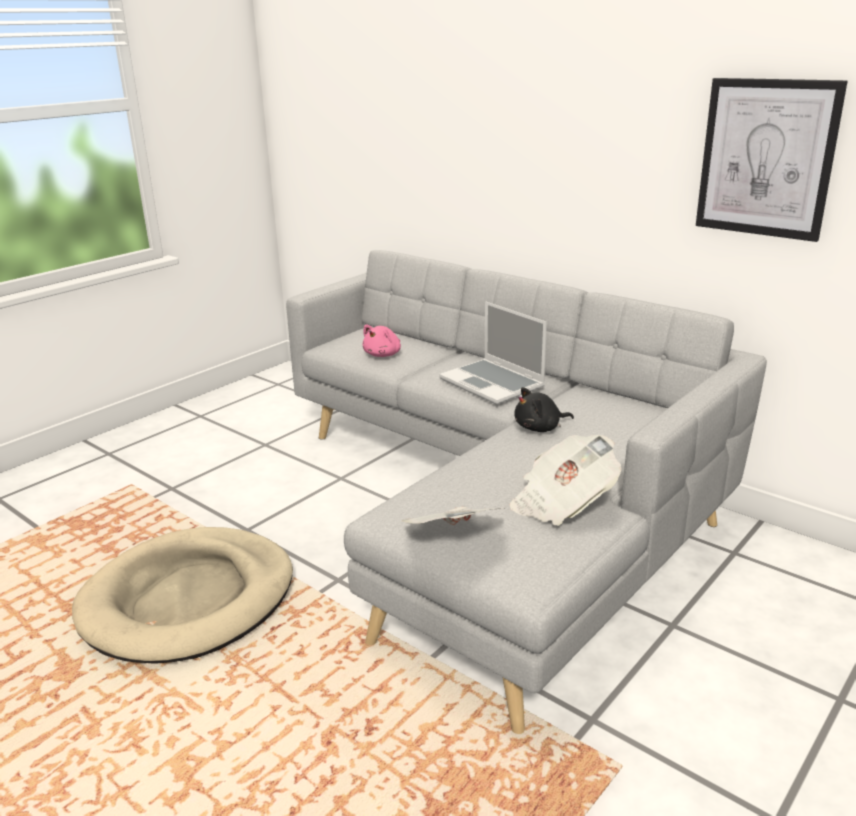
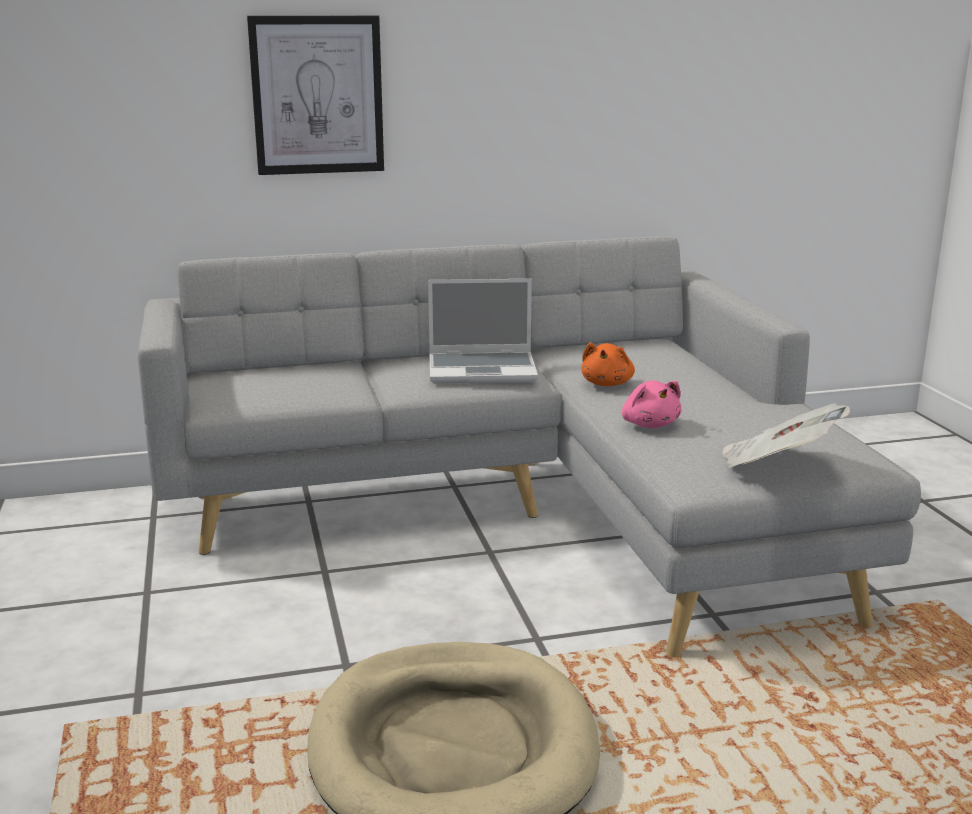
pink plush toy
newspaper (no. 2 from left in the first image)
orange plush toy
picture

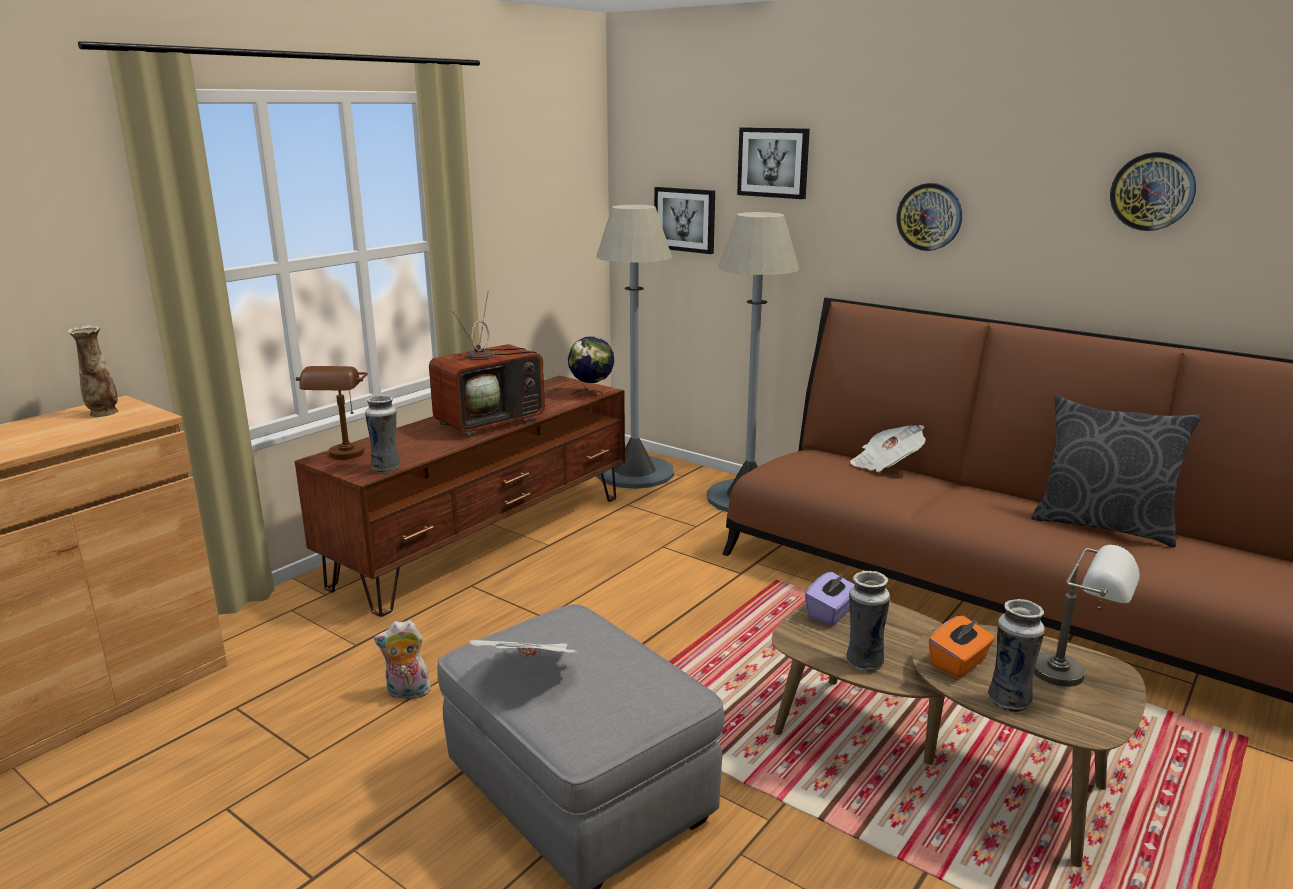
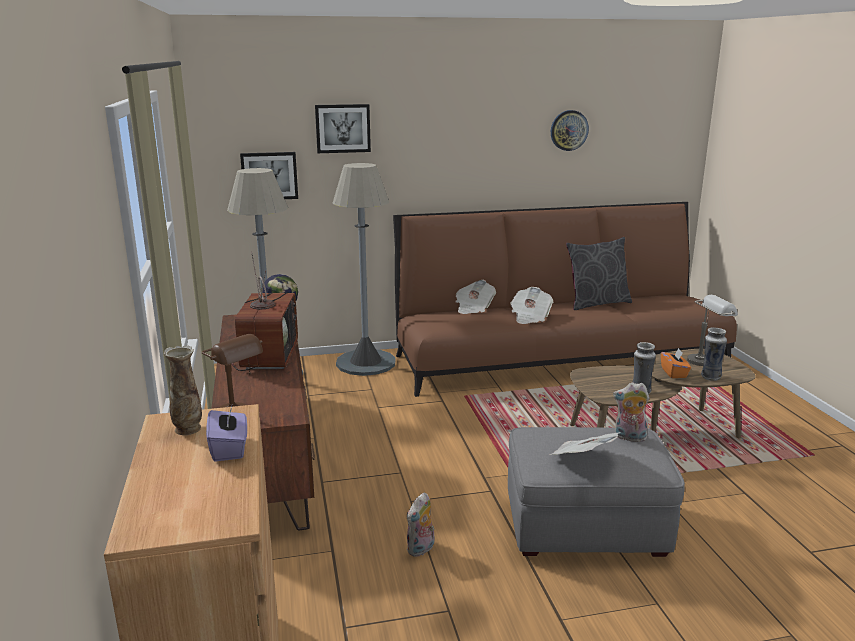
vase (no. 2 from left in the first image)
purple tissue box
wall clock (no. 1 from left in the first image)
newspaper (no. 2 from left)
plush toy (no. 2 from left)

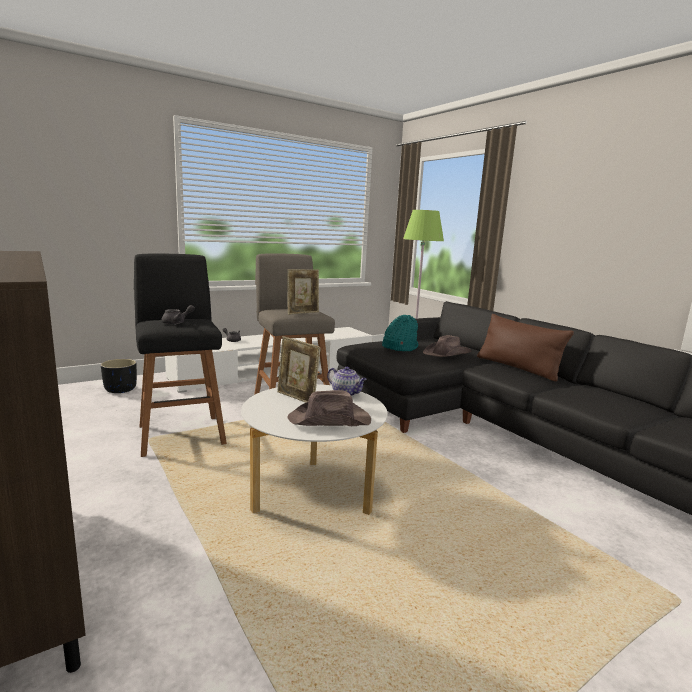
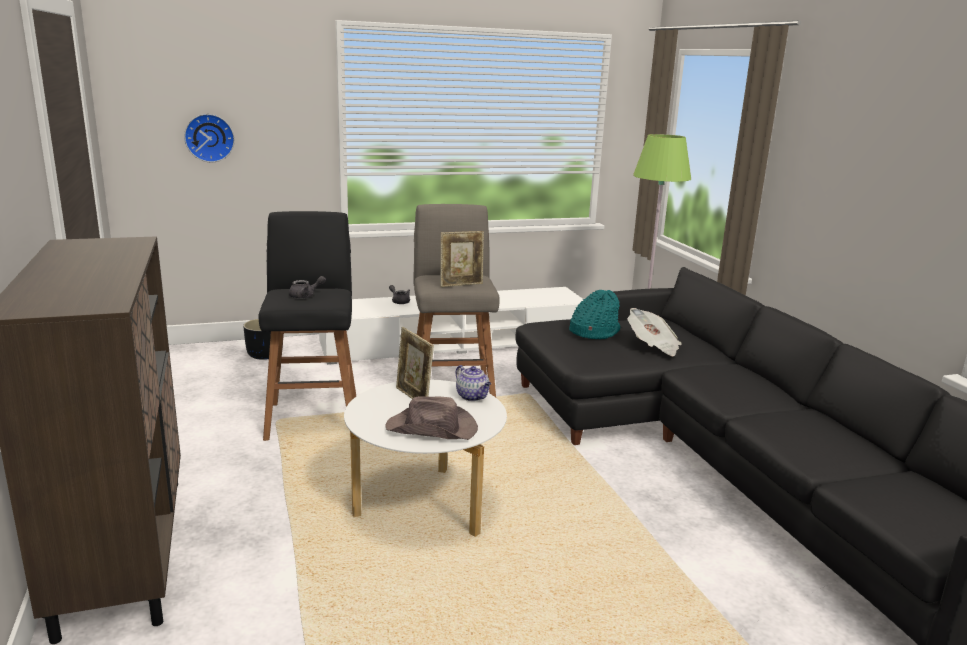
newspaper
brown pillow
wall clock

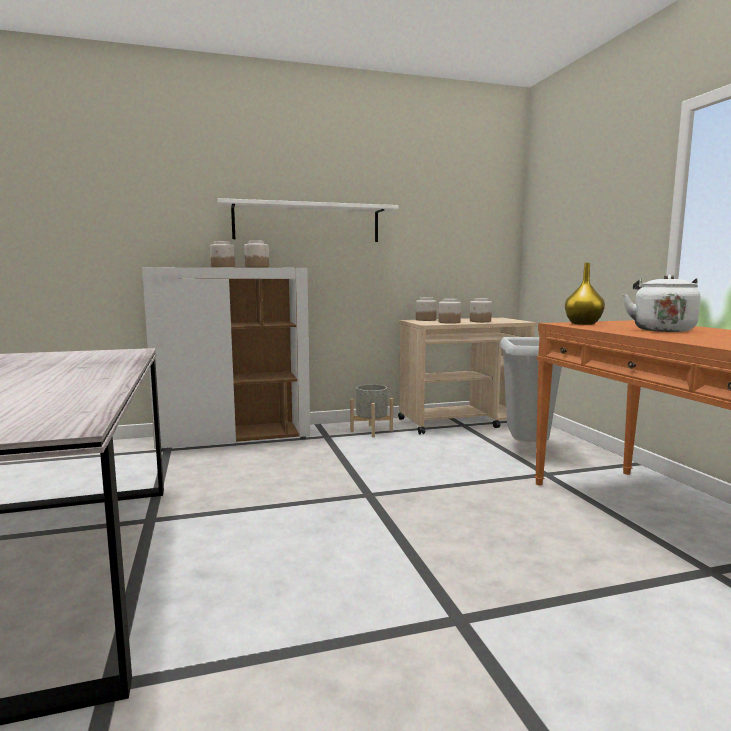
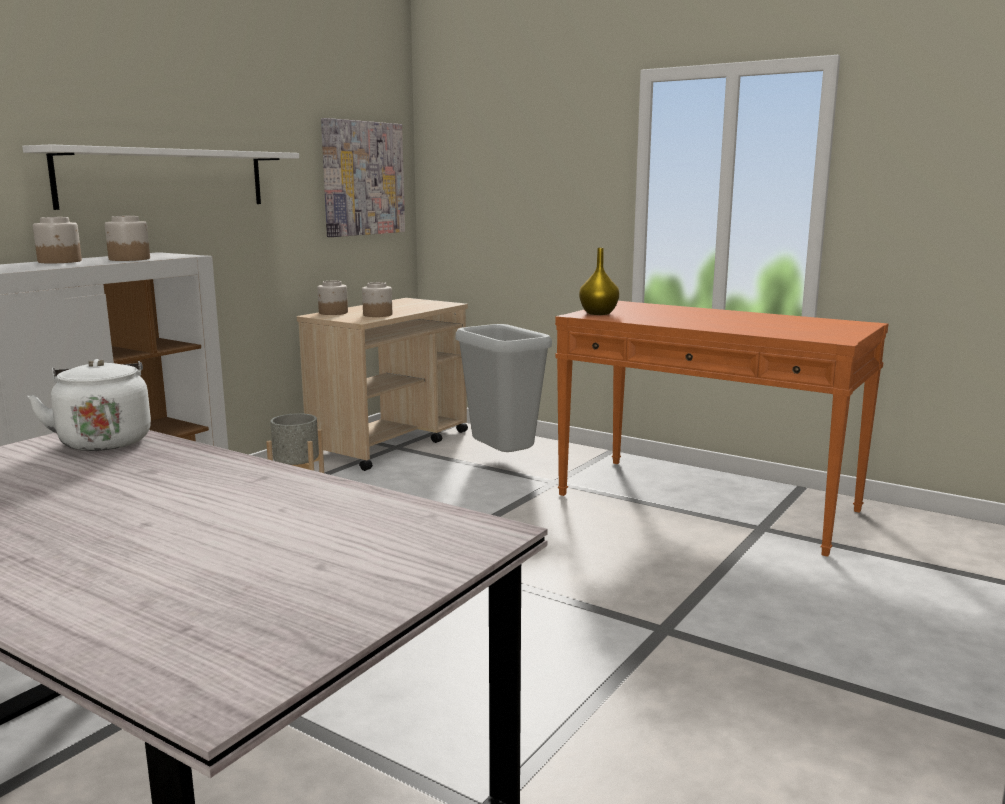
jar (no. 5 from left in the first image)
white kettle
picture

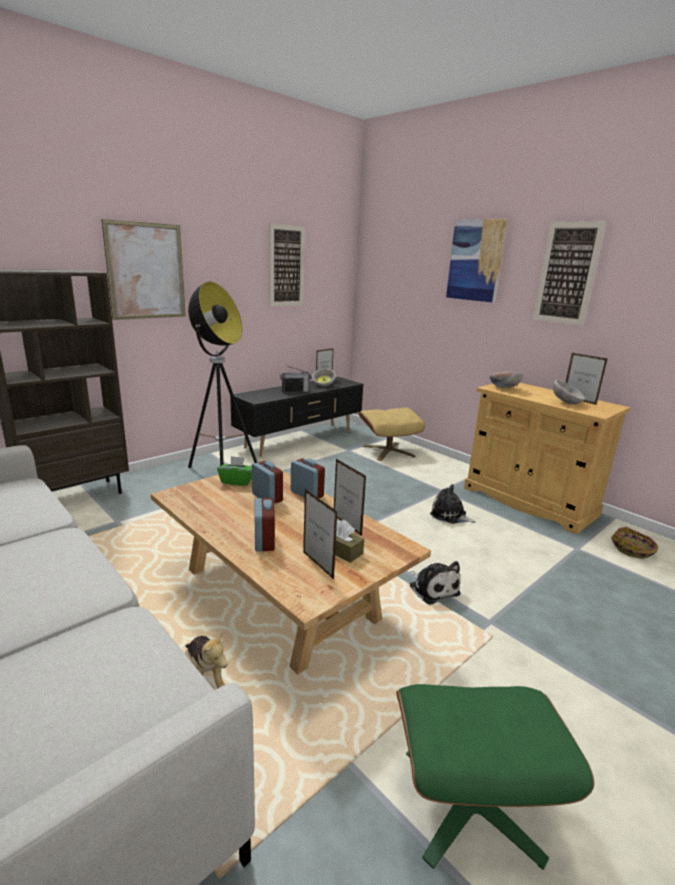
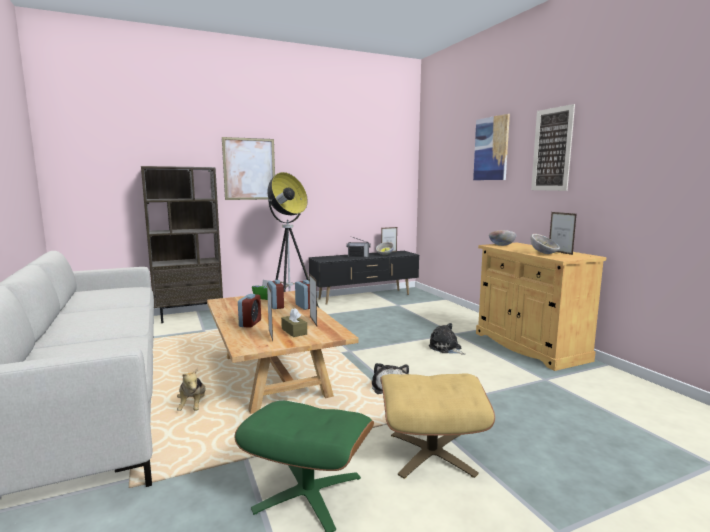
picture (no. 2 from left in the first image)
beige ottoman
basket

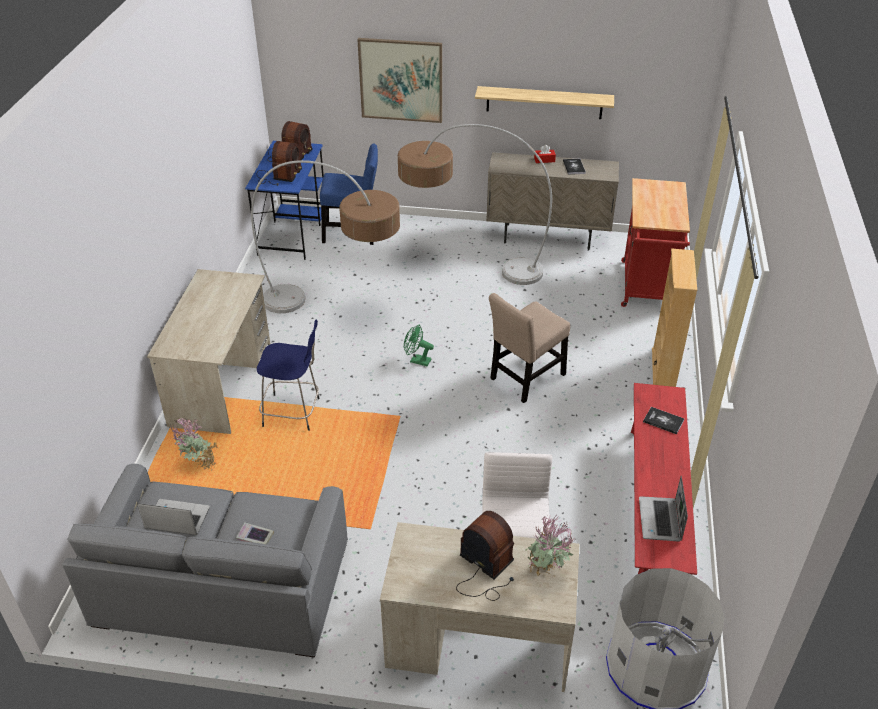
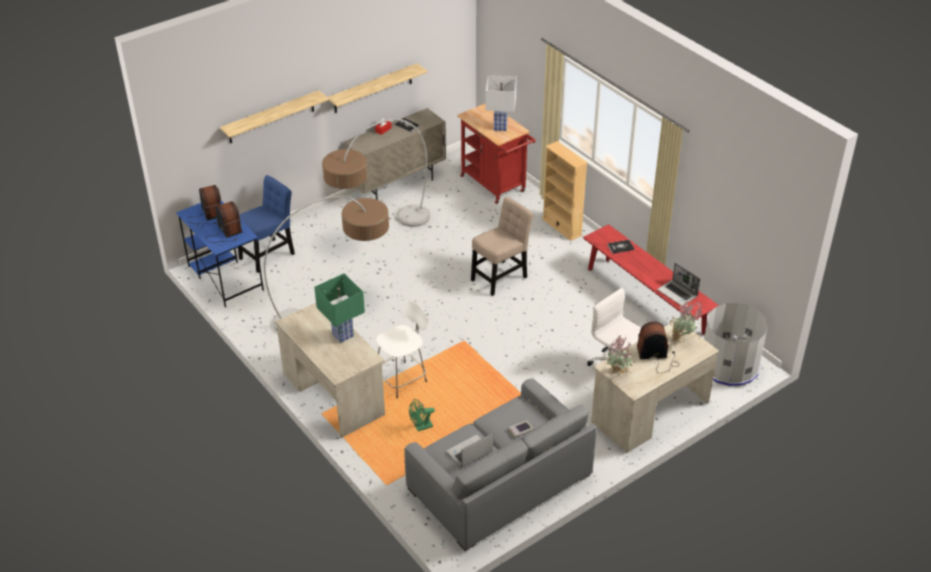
potted plant (no. 1 from left)
white stool
shelf (no. 1 from left)
green fan
beige chair
green table lamp
white table lamp

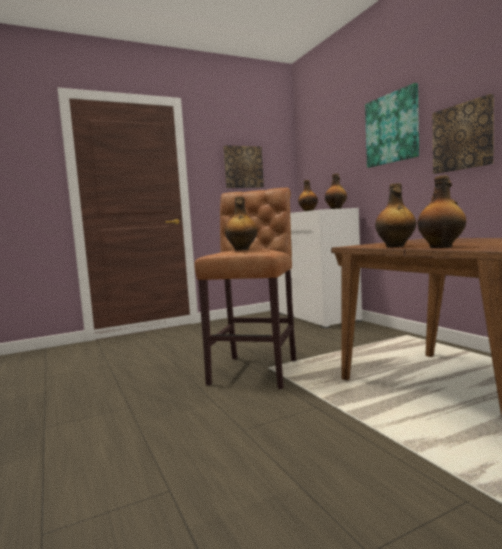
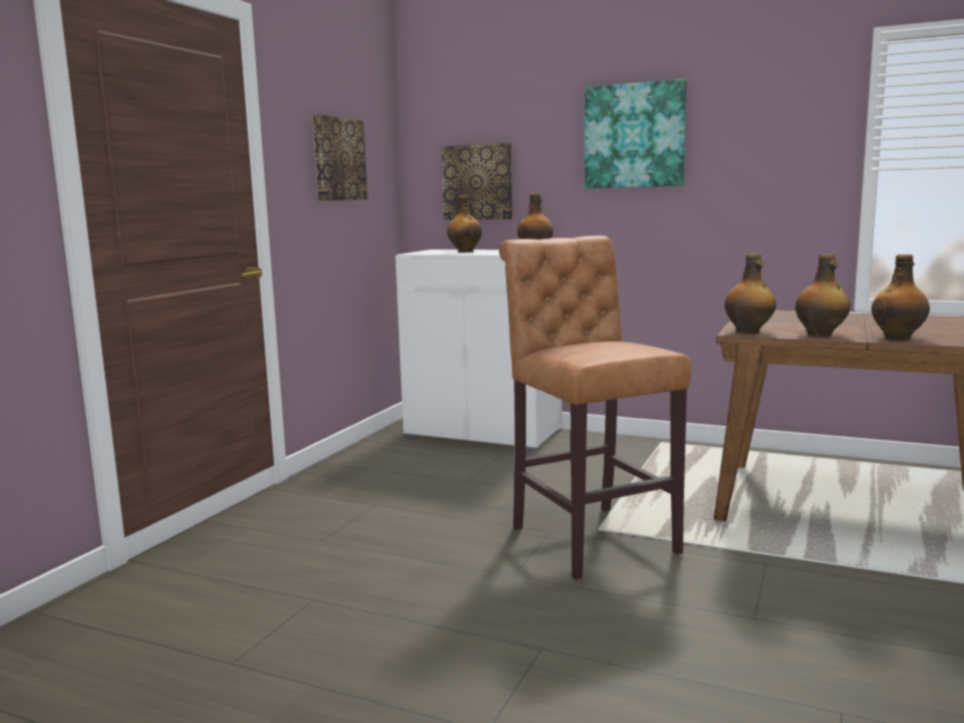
bottle (no. 3 from left)
picture (no. 2 from left)

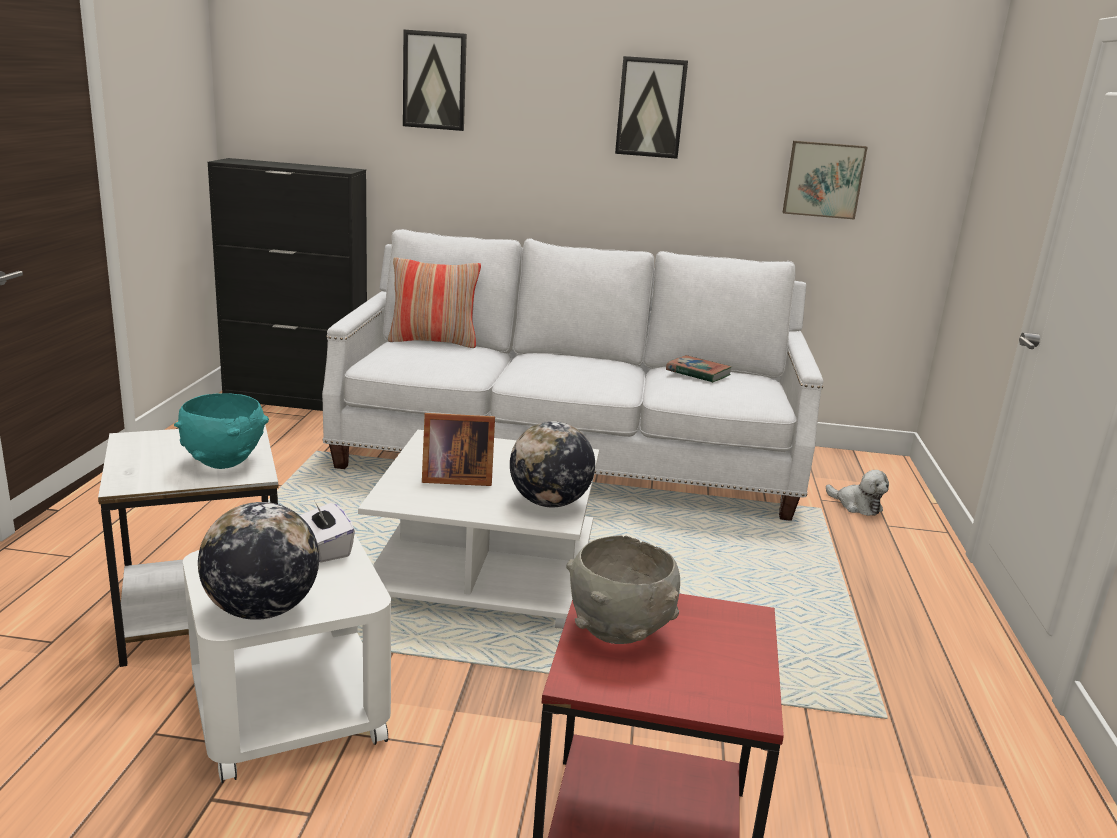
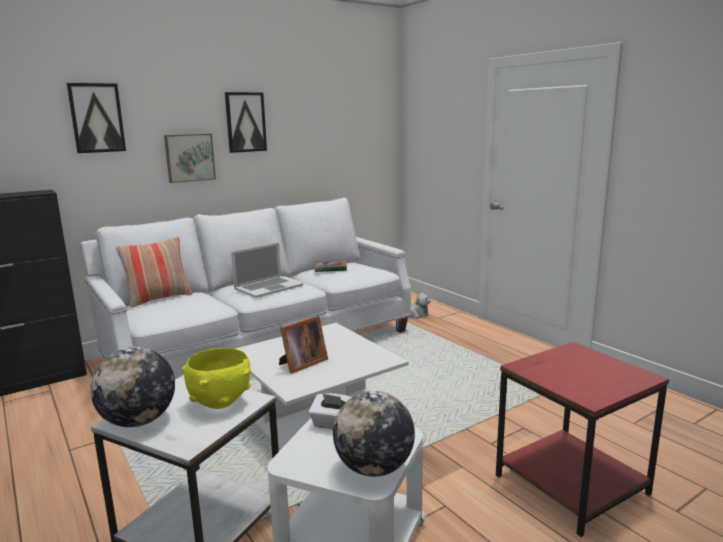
yellow bowl
globe (no. 1 from left)
grey bowl
picture (no. 2 from left)
laptop

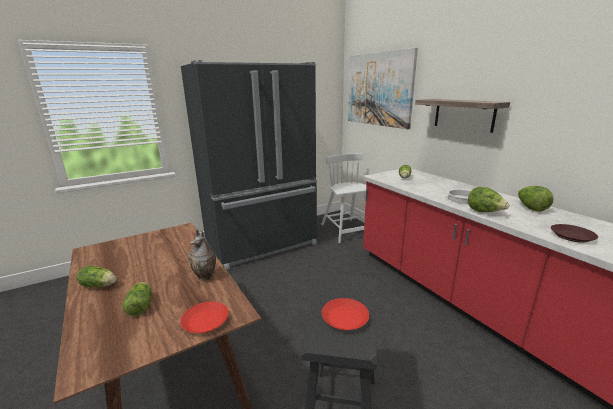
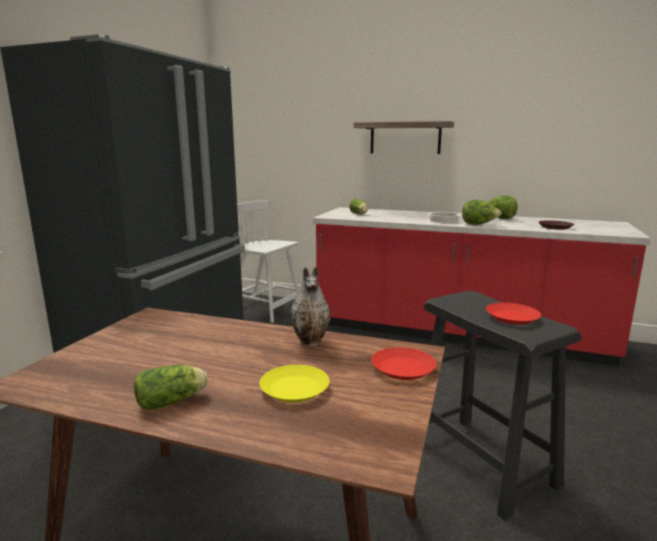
yellow plate
picture

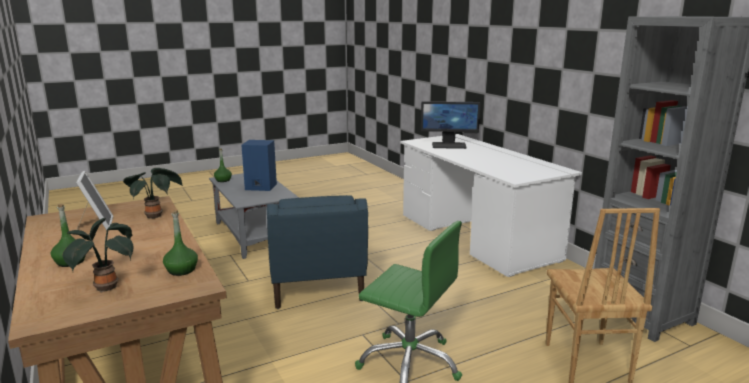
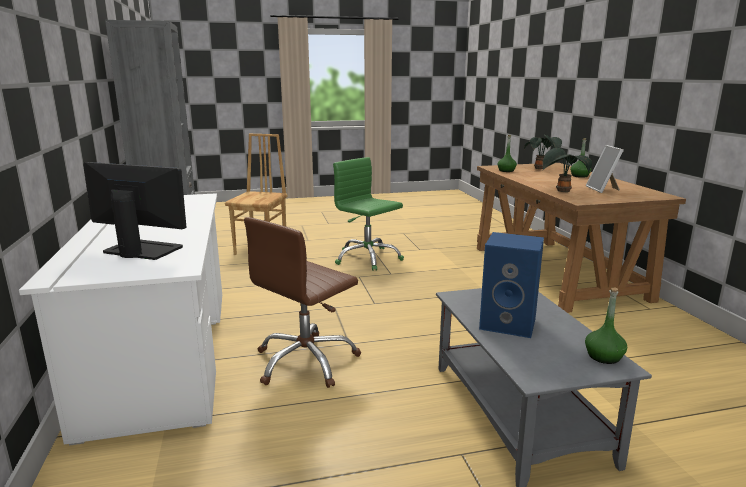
blue armchair
brown office chair

